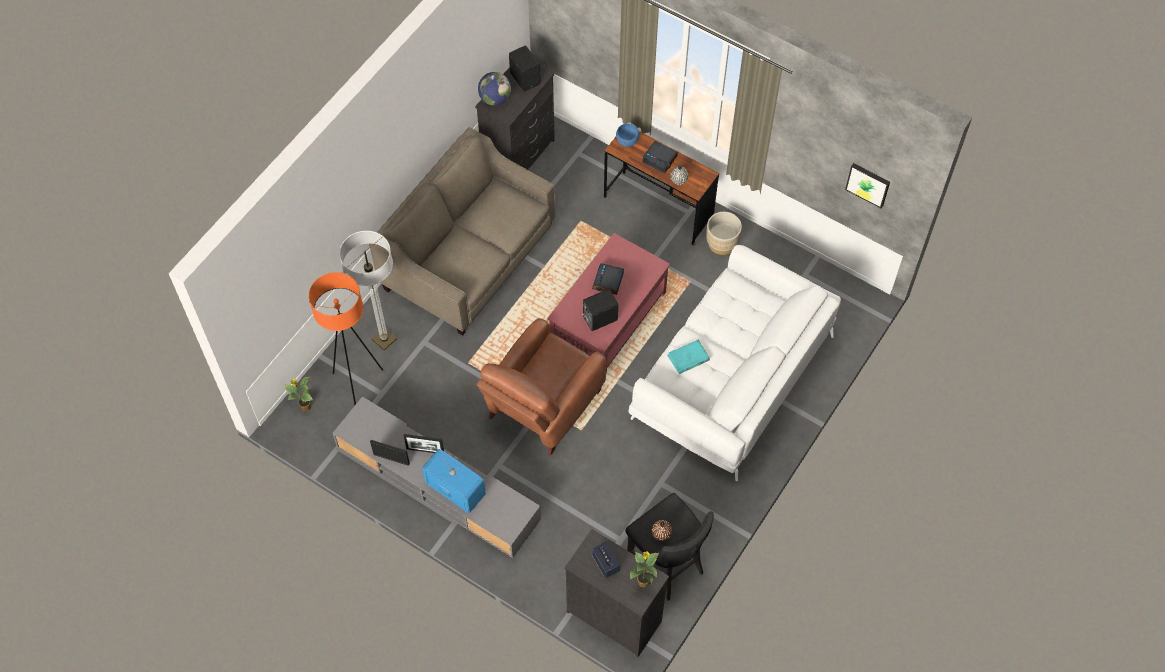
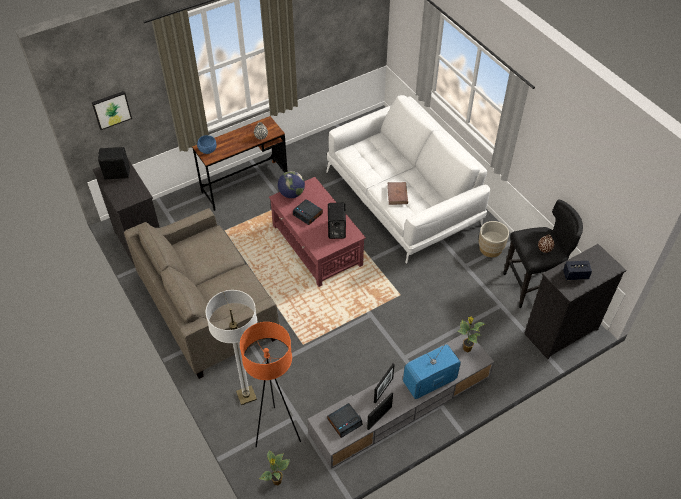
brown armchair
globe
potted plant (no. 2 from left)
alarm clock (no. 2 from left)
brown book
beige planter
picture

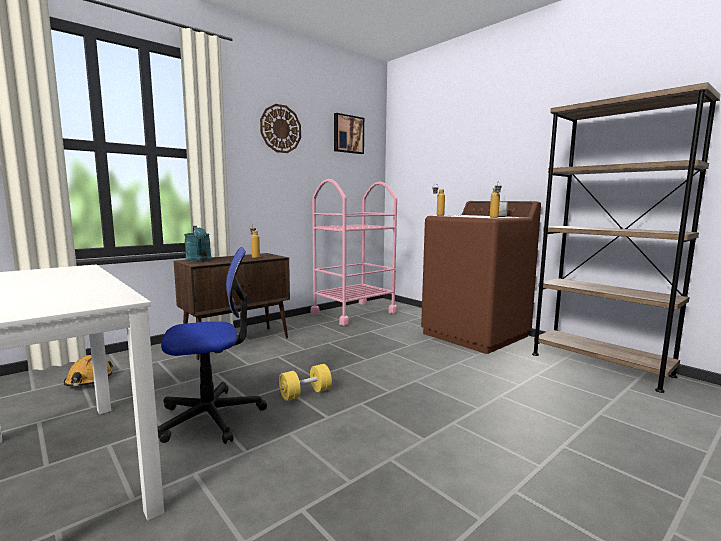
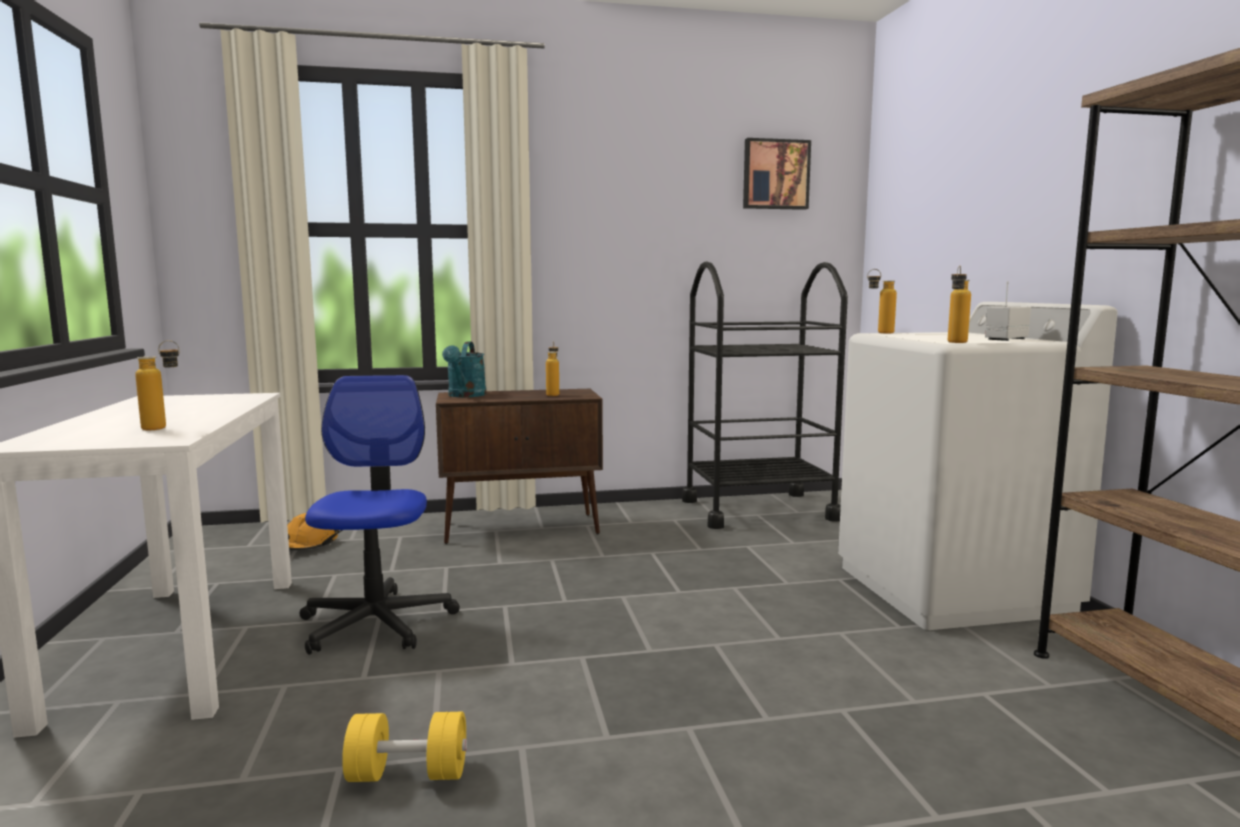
office chair
wall clock
yellow dumbbell
black cart
white washing machine
bottle (no. 1 from left)

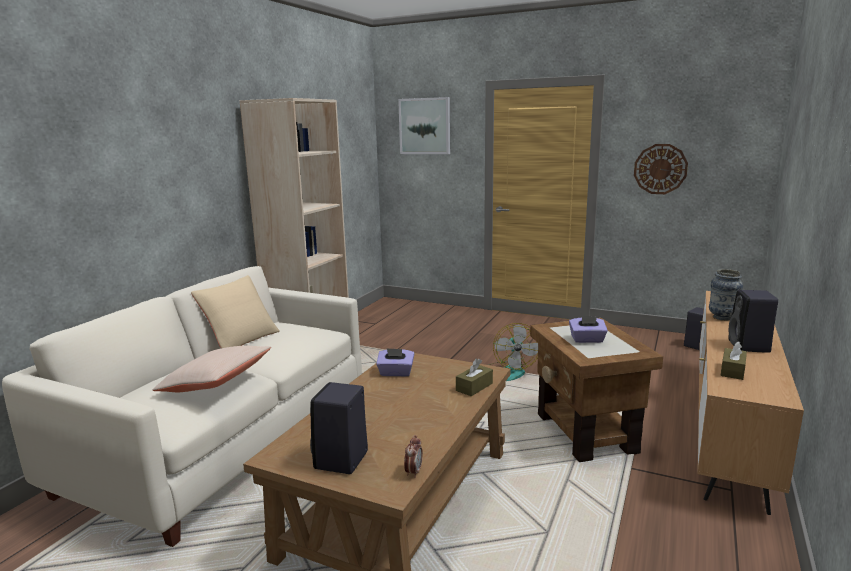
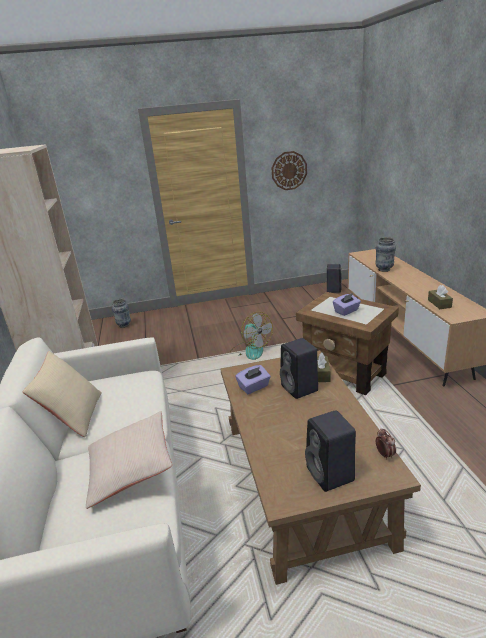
picture
black speaker (no. 1 from left)
vase (no. 1 from left)

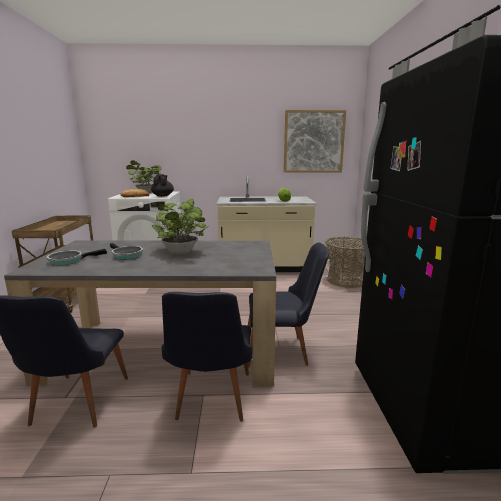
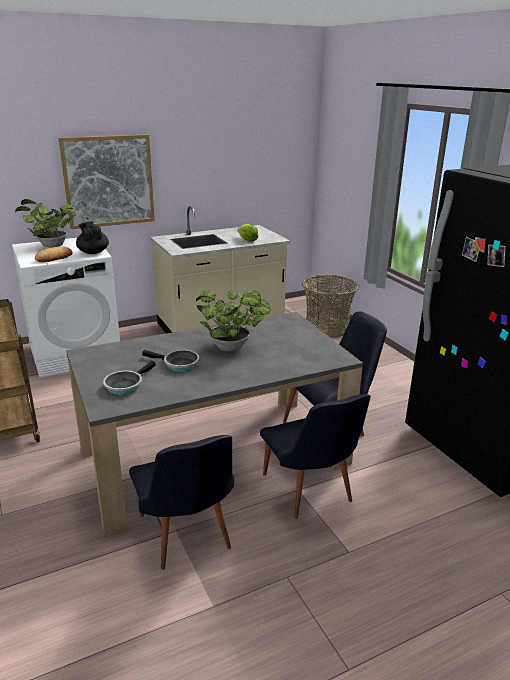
picture

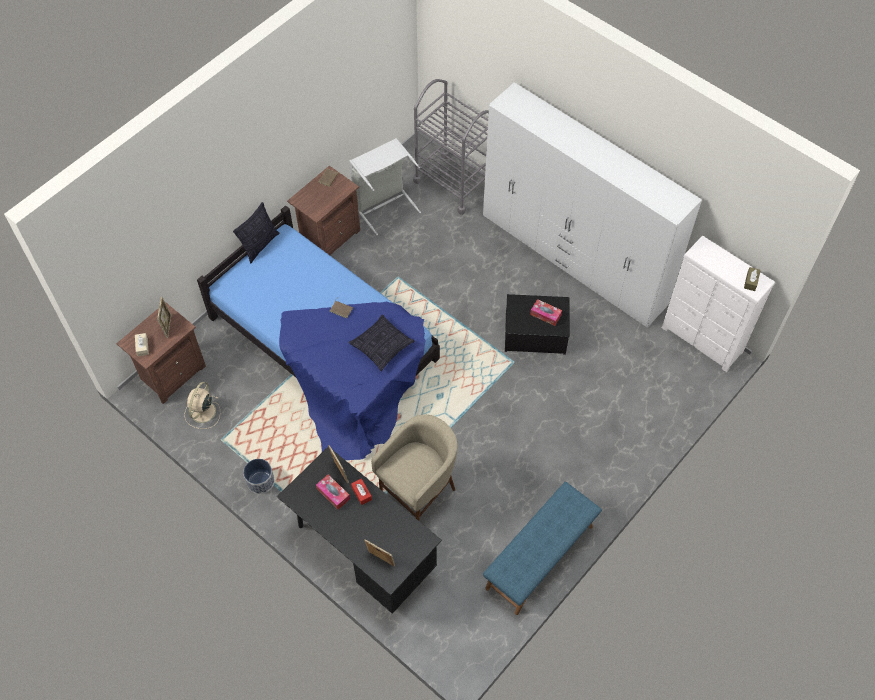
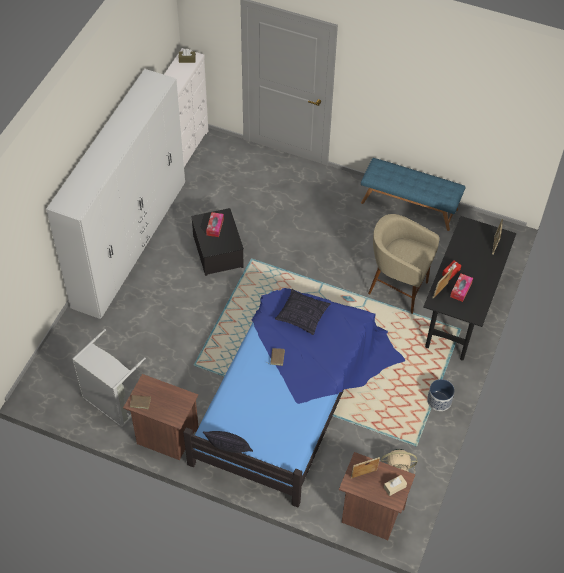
grey cart

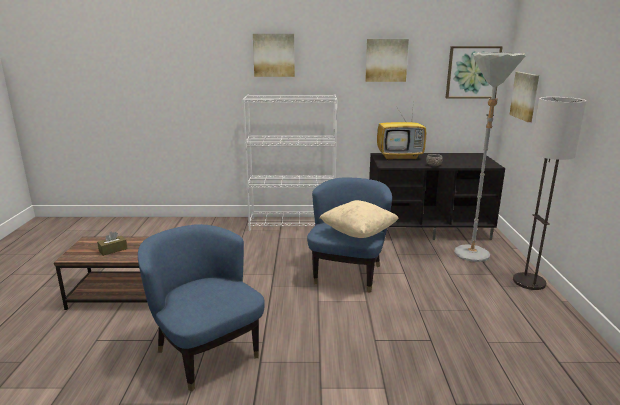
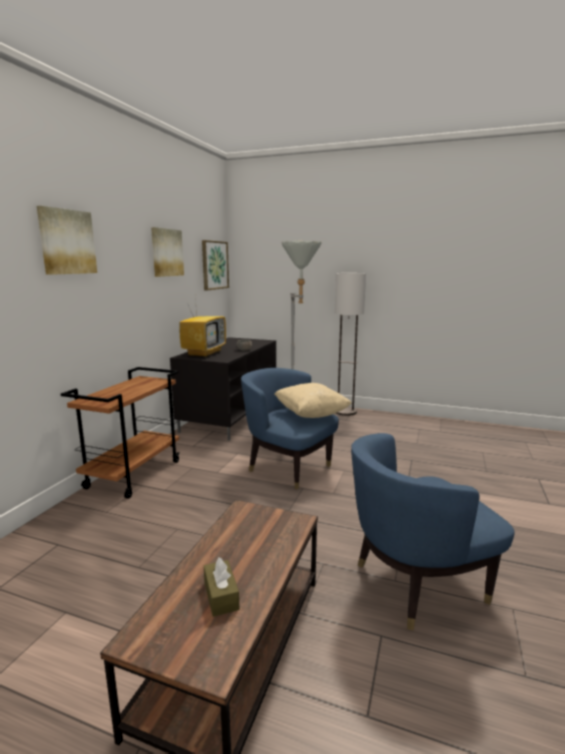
brown cart
picture (no. 4 from left in the first image)

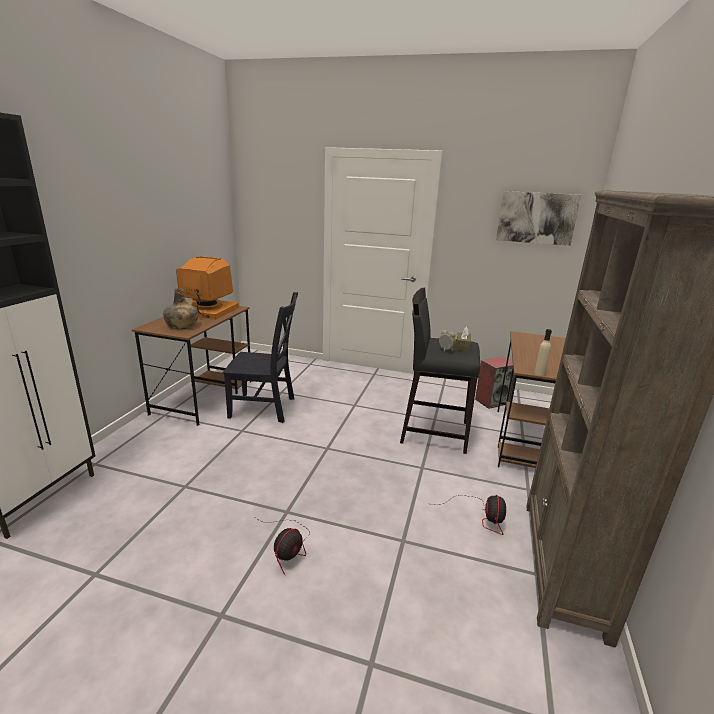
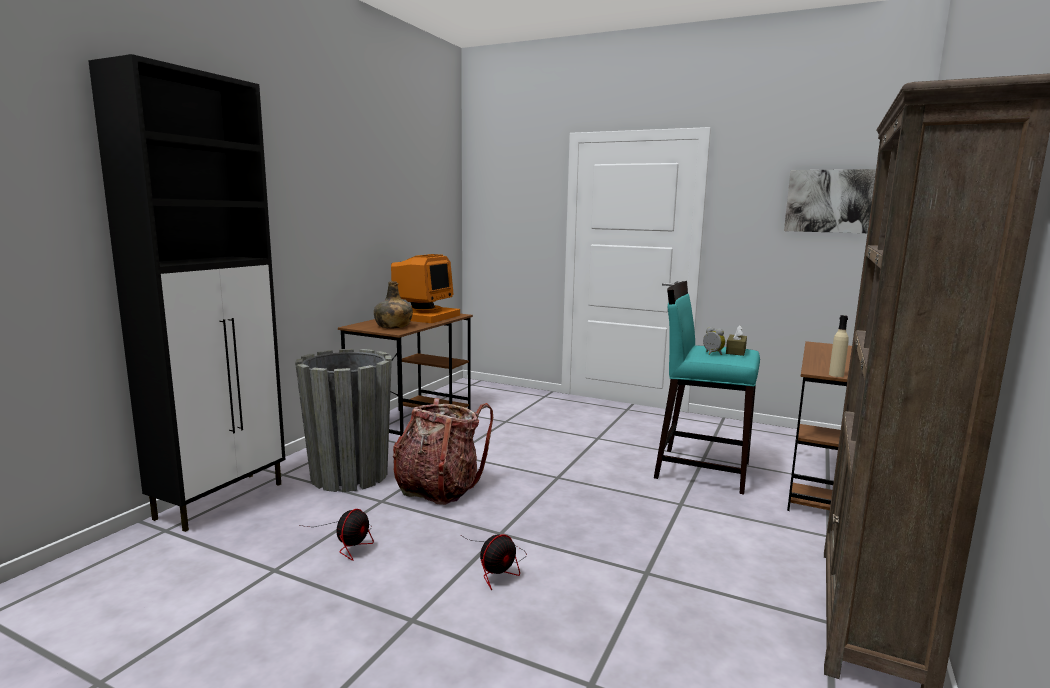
monitor
black chair
turquoise stool
fan (no. 1 from left)
speaker
grey planter
backpack

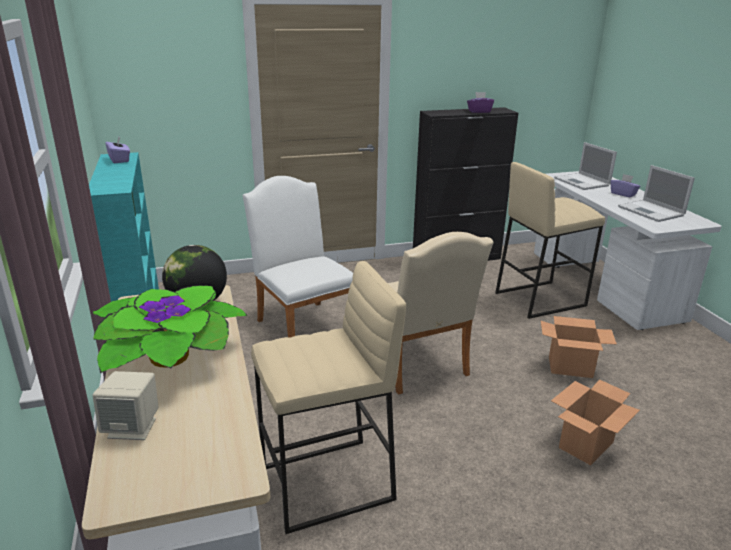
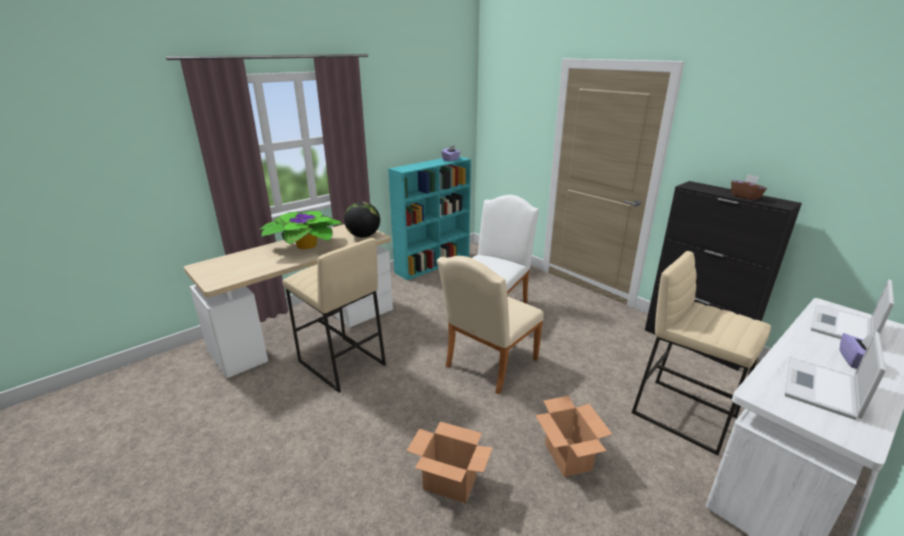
beige speaker
brown tissue box

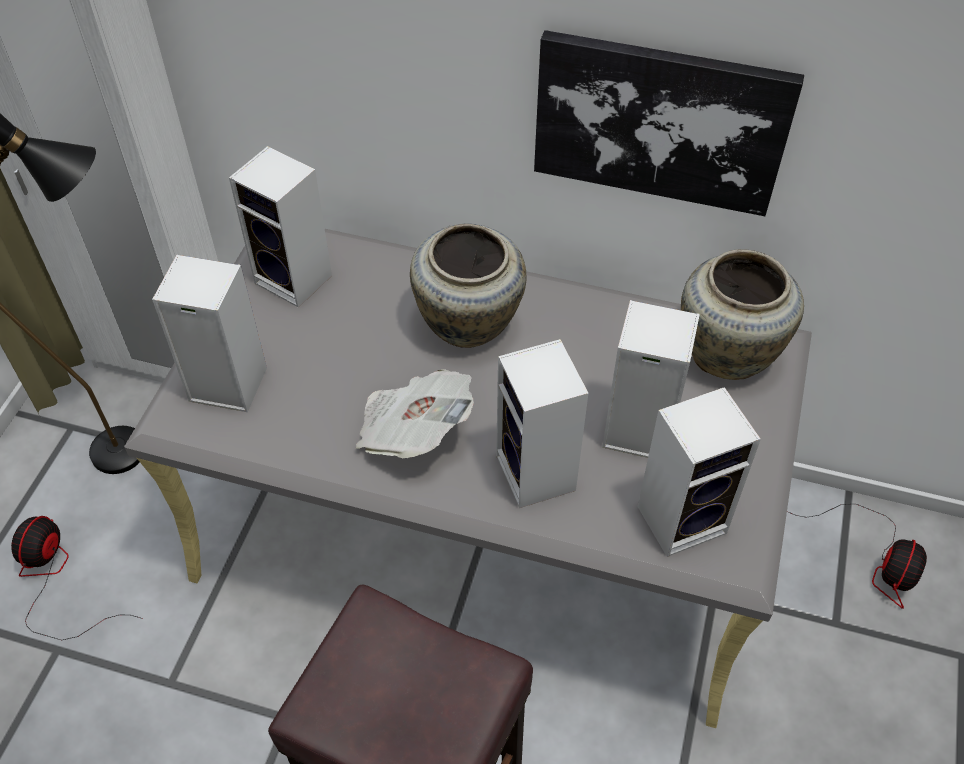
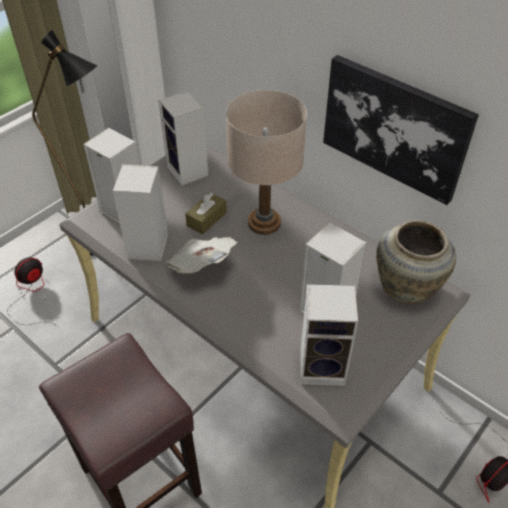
beige table lamp
speaker (no. 2 from left)
brown tissue box

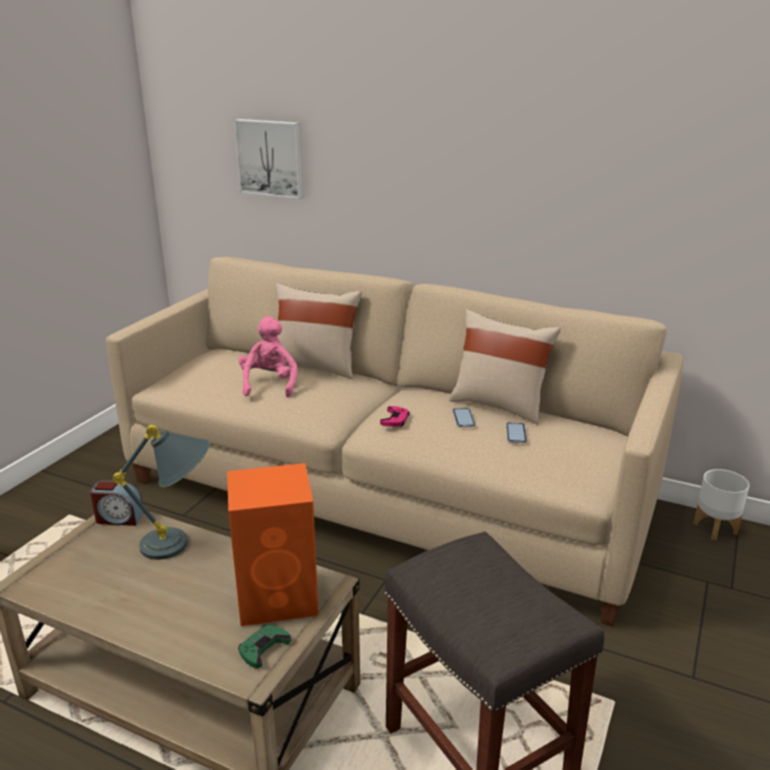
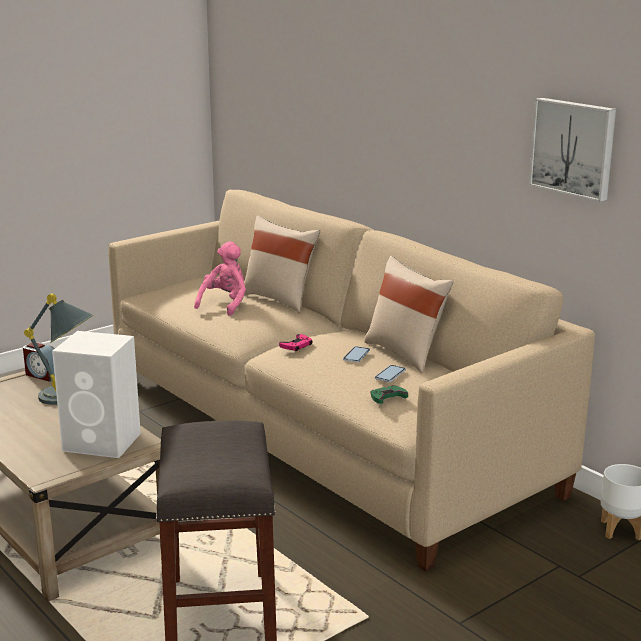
white speaker
picture
green game controller

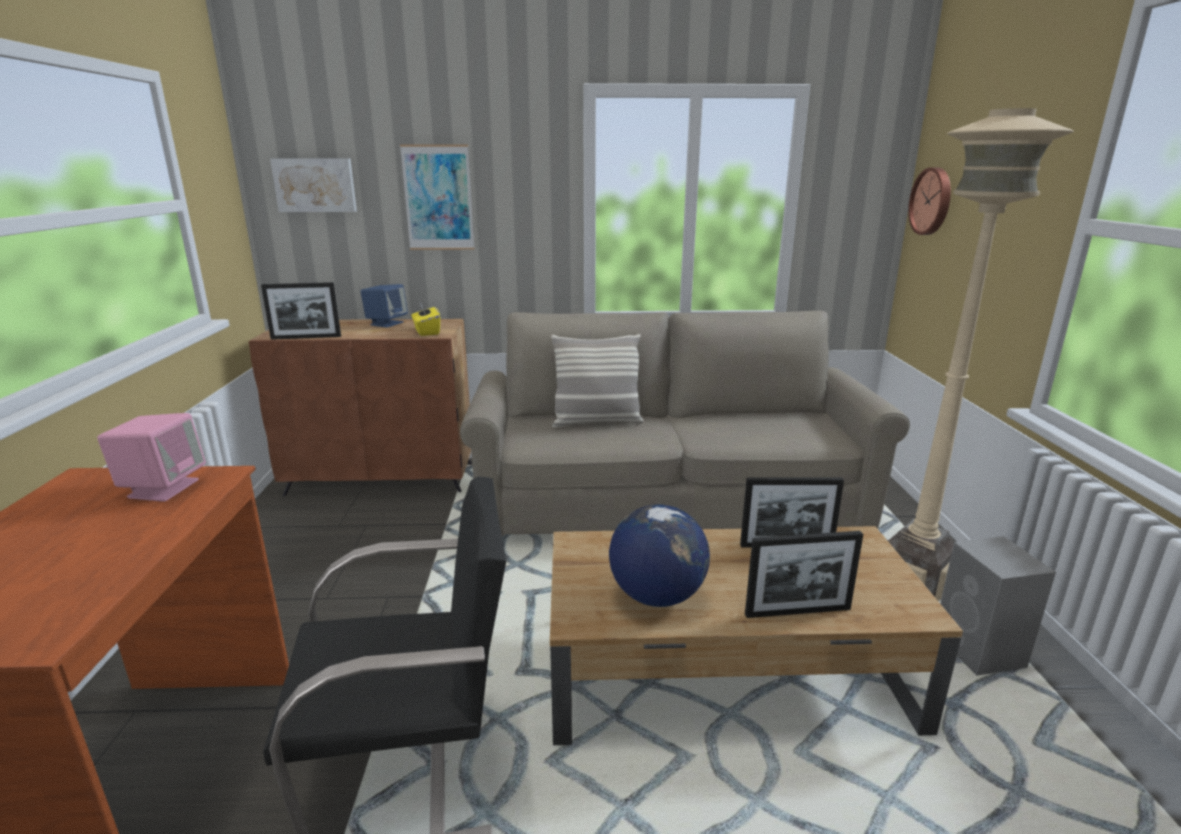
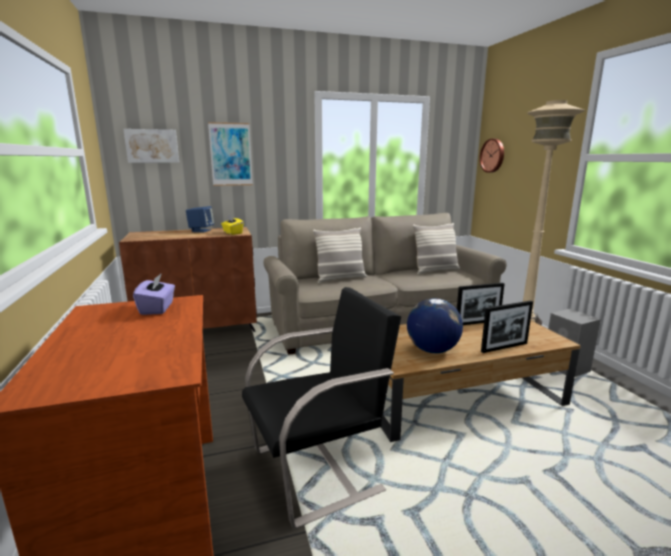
purple tissue box
picture frame (no. 1 from left in the first image)
pillow (no. 2 from left)

